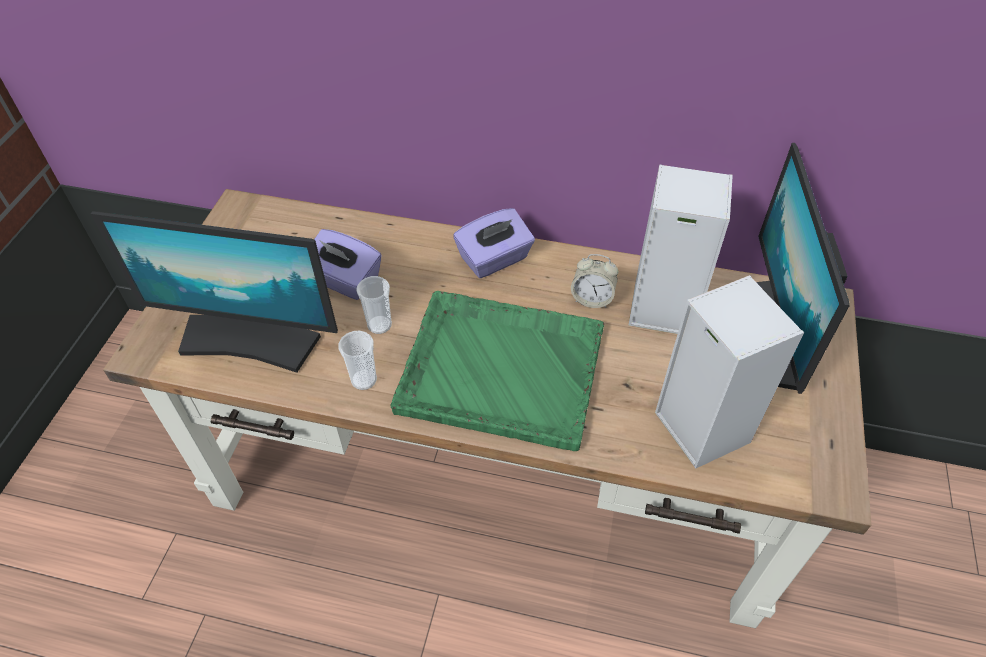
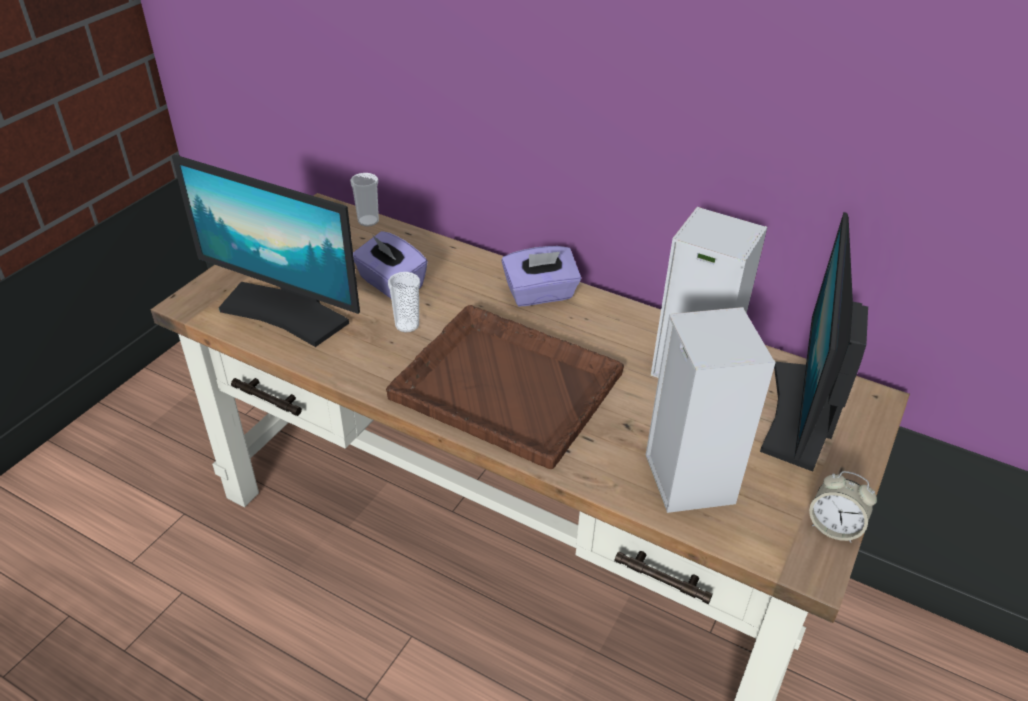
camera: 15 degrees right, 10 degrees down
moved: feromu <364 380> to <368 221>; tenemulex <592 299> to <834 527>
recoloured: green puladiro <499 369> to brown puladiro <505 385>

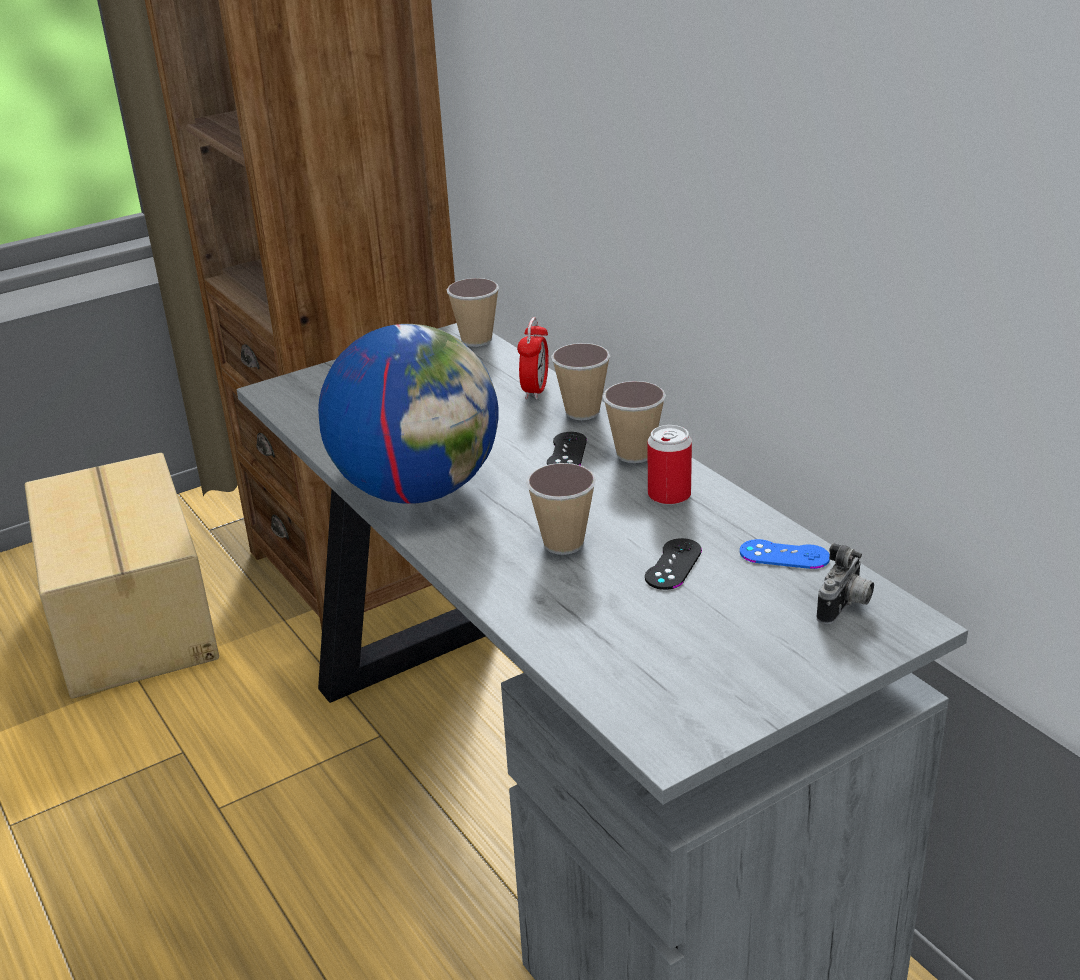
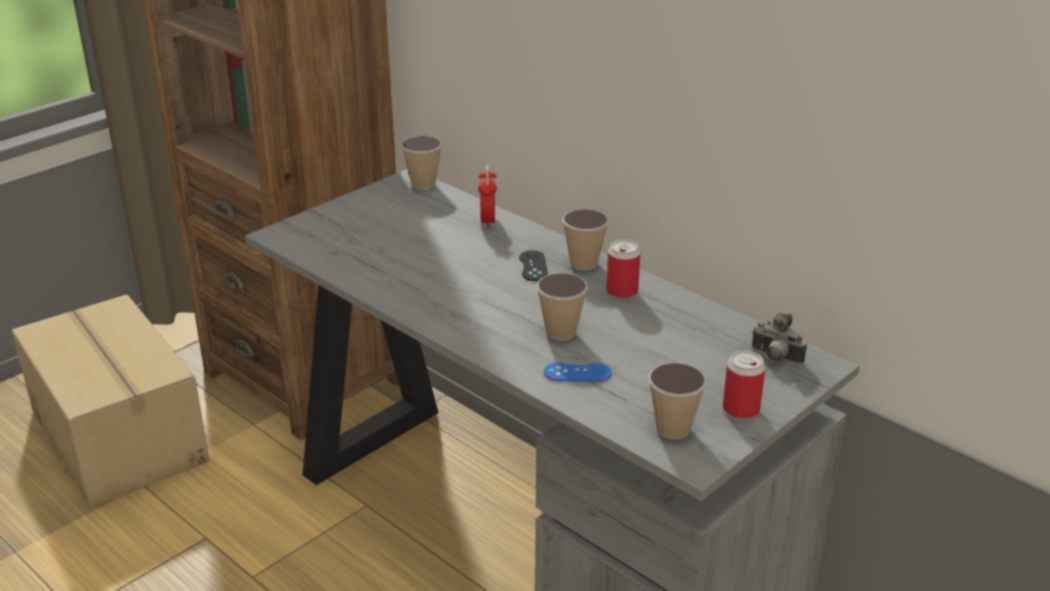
camera: 15 degrees left, 0 degrees up
removed: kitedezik <417 490>; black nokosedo <673 564>
added: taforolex <741 409>
moved: blue nokosedo <784 555> to <577 373>; feromu <582 412> to <673 429>
turned: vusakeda <845 607> = <774 358> 105 degrees clockwise

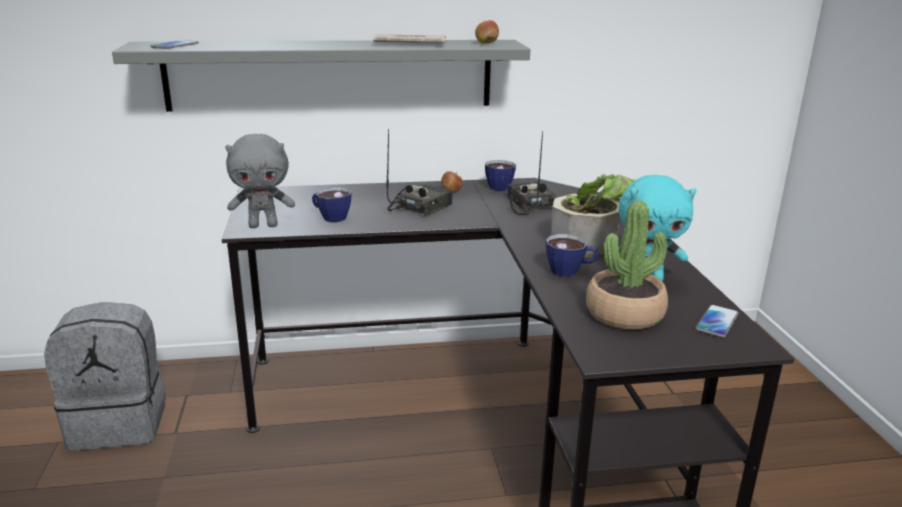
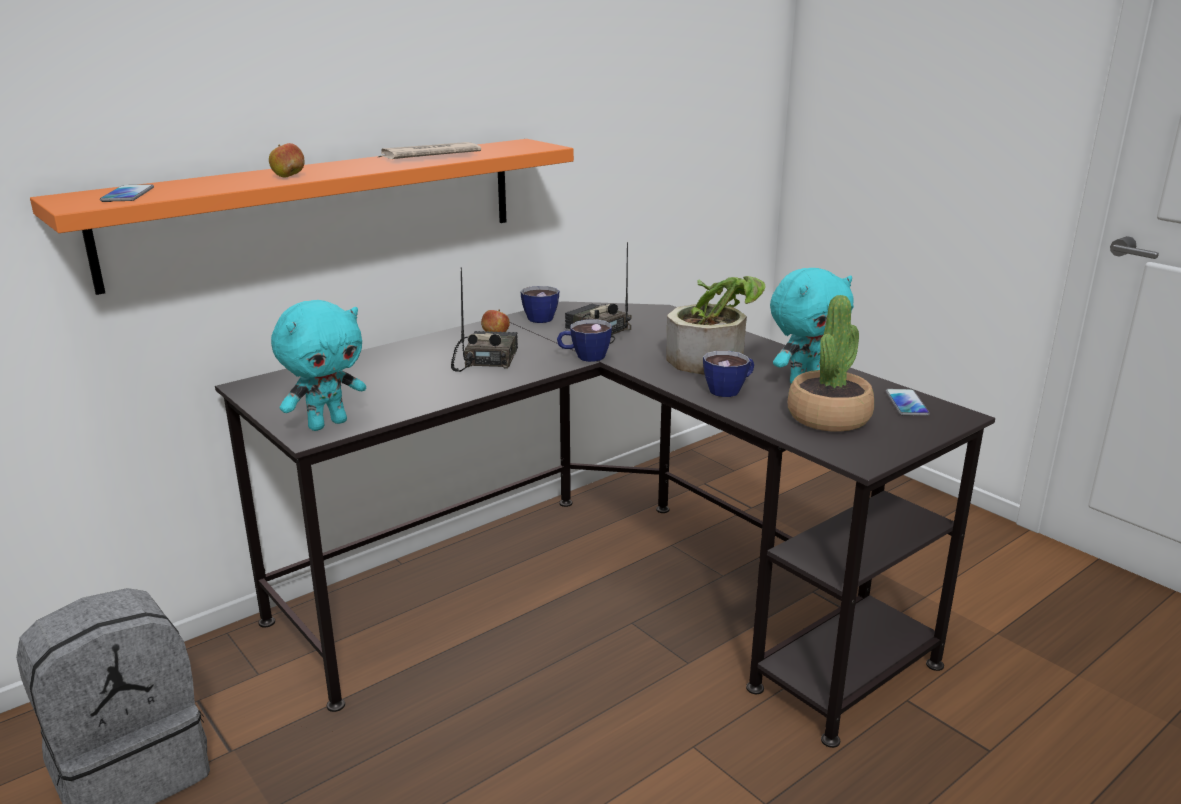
camera: 30 degrees left, 0 degrees up
moved: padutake <486 43> to <288 177>; feromu <330 217> to <584 357>
recoloured: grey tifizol <331 74> to orange tifizol <321 209>; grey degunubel <264 225> to turquoise degunubel <327 424>

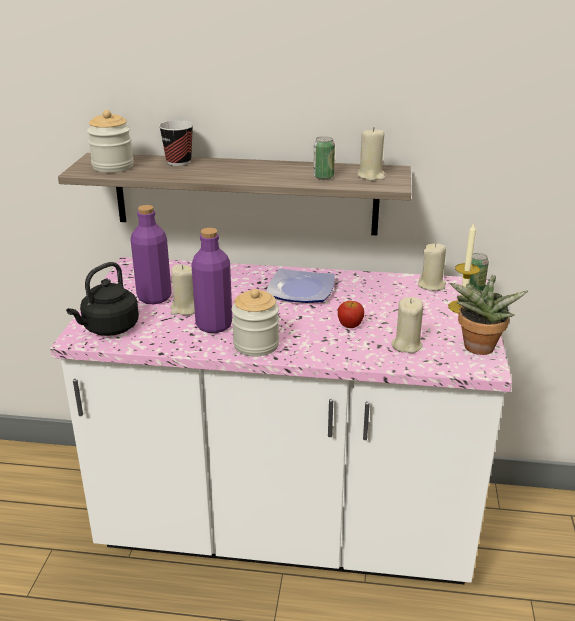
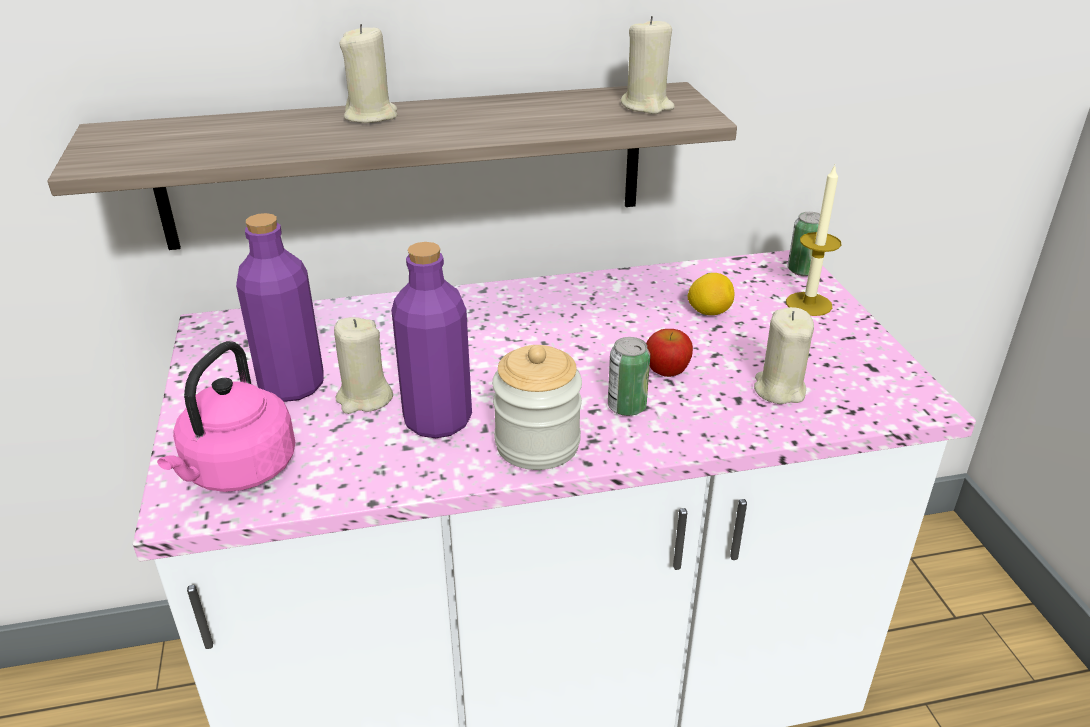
camera: 20 degrees left, 5 degrees up
removed: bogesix <113 166>; feromu <178 162>; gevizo <302 290>; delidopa <478 349>
added: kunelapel <709 312>
moved: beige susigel <431 285> to <371 115>; taforolex <323 177> to <626 407>
recoloured: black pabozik <108 328> to pink pabozik <237 471>

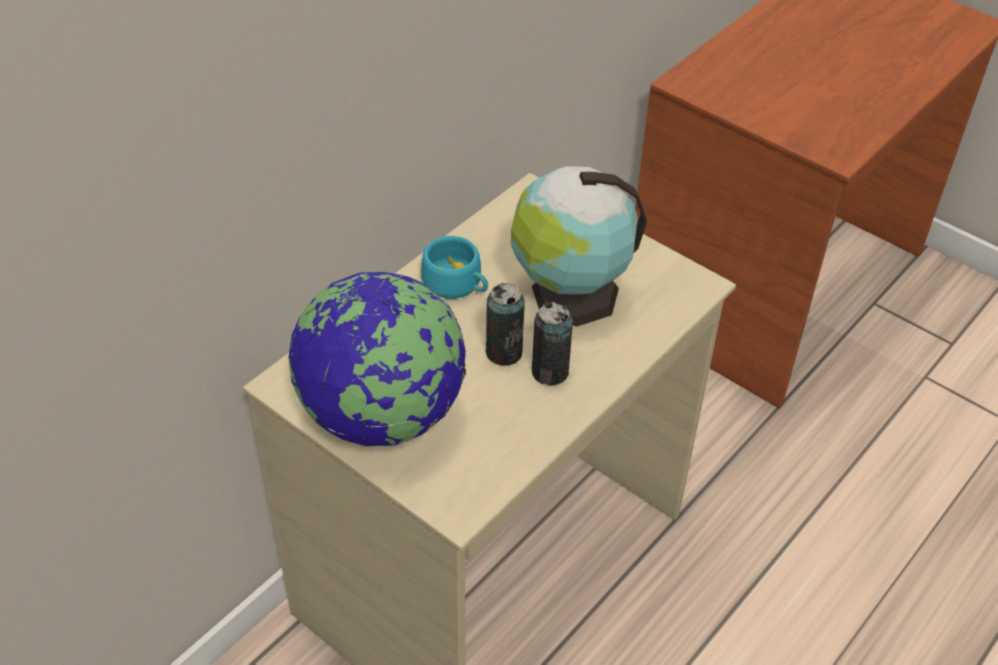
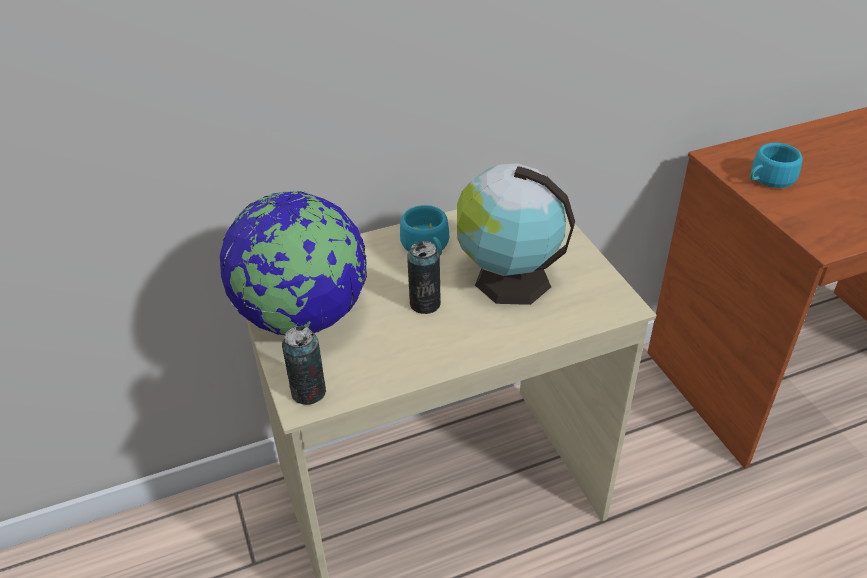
camera: 30 degrees right, 5 degrees down
added: turquoise feromu <768 179>
moved: taforolex <550 372> to <308 392>

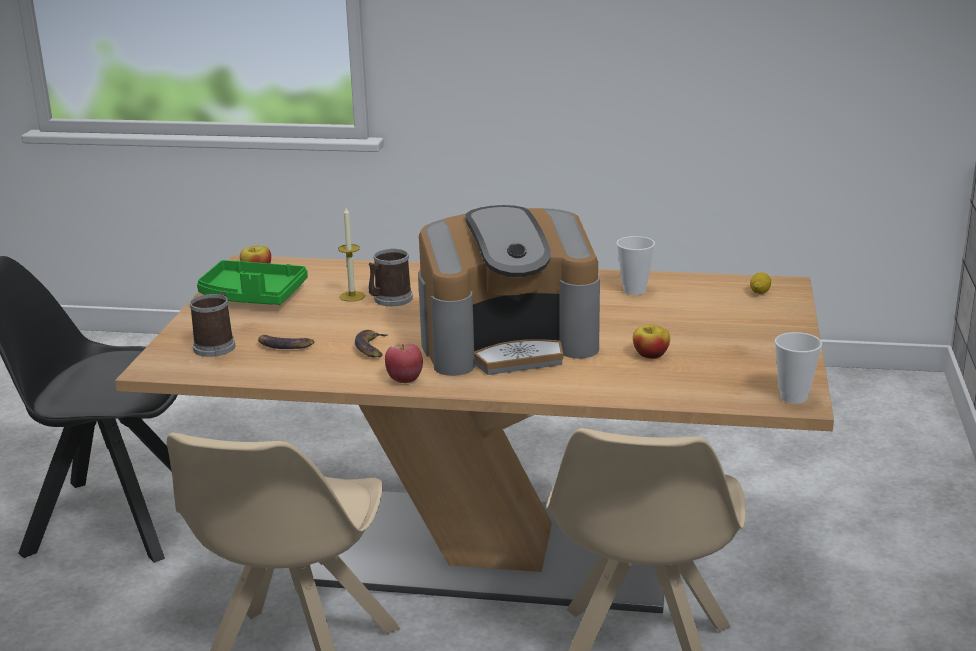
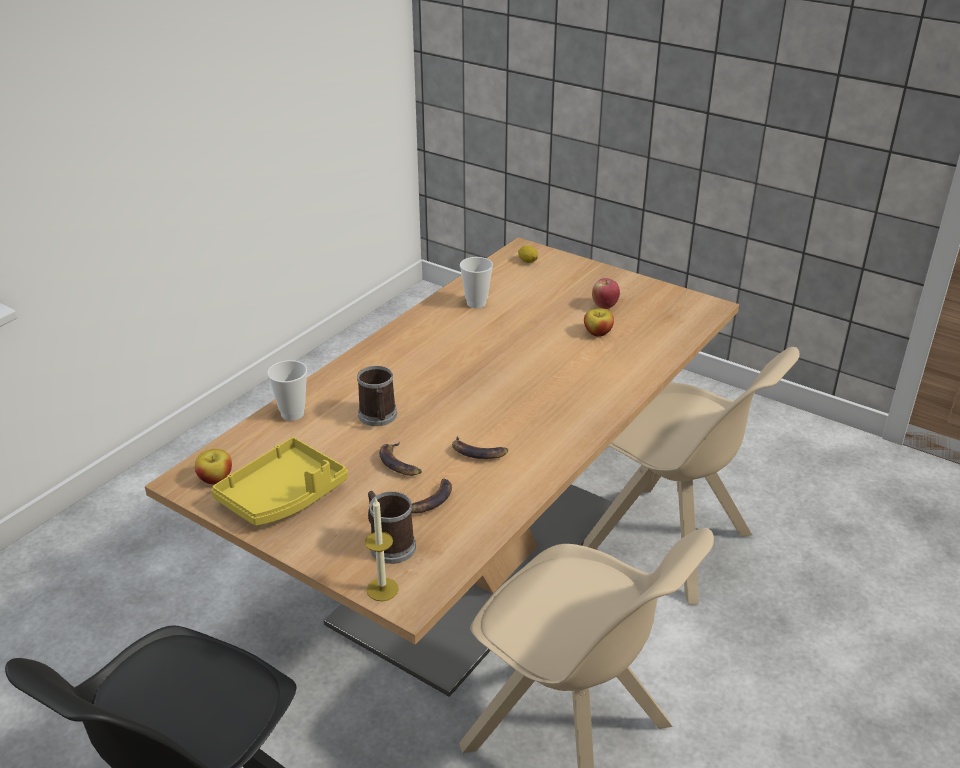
camera: 65 degrees left, 10 degrees up
removed: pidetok <508 343>
added: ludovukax <399 463>
moved: feromu <793 397> to <292 414>; susigel <352 296> to <382 589>; padutake <405 380> to <604 306>
recoloured: green puladiro <252 296> to yellow puladiro <283 496>

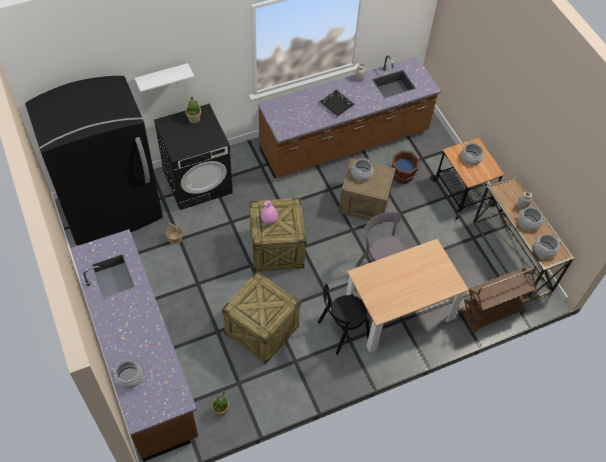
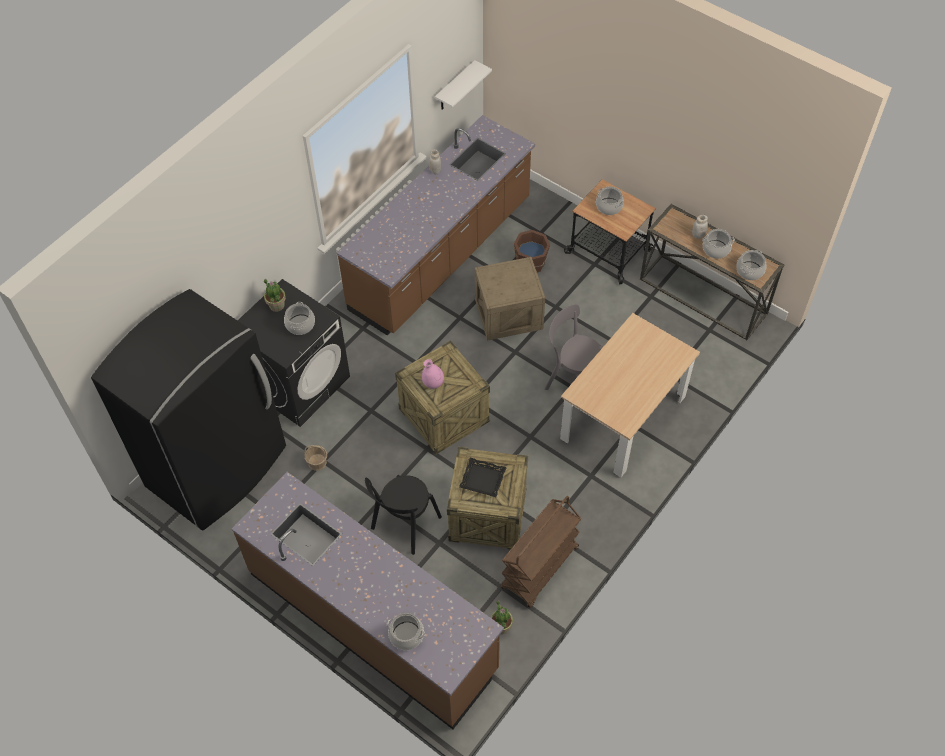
camera: 25 degrees left, 0 degrees up
moved: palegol <361 174> to <300 324>; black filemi <341 331> to <404 525>; white tifizol <162 77> to <455 87>; black puladiro <336 105> to <482 480>; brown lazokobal <490 313> to <540 568>

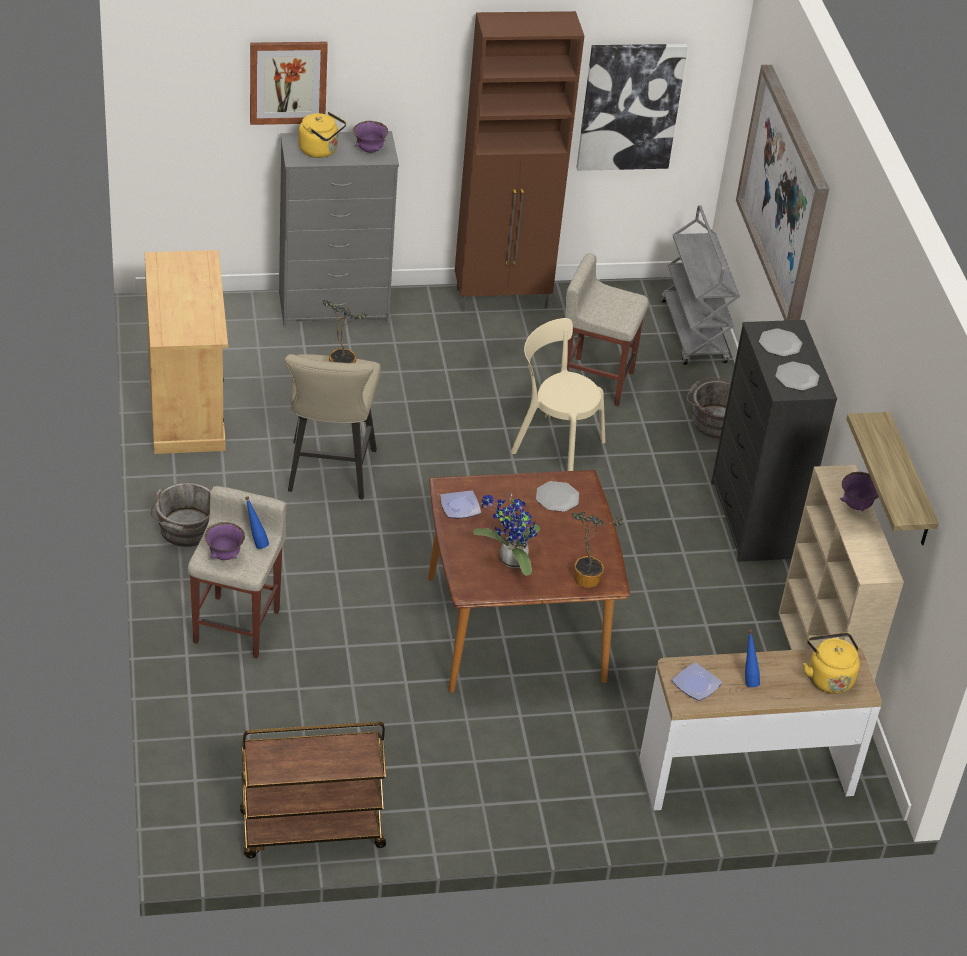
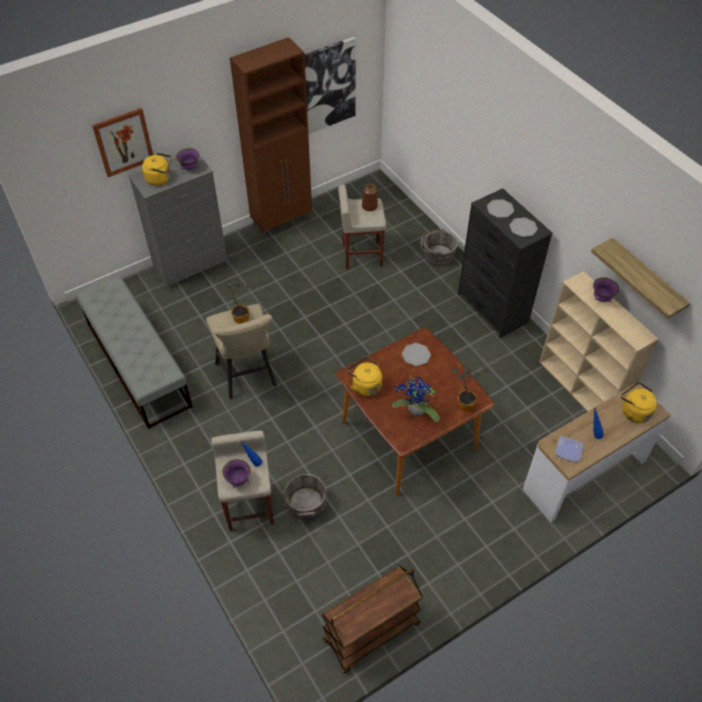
camera: 20 degrees left, 10 degrees up
removed: beige filemi <554 445>; grey lazokobal <694 332>; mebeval <785 194>
added: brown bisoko <369 206>
moved: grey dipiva <185 530> to <306 505>
replaced: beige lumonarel <186 404> to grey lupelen <138 364>; gevizo <460 506> to yellow pabozik <365 385>

